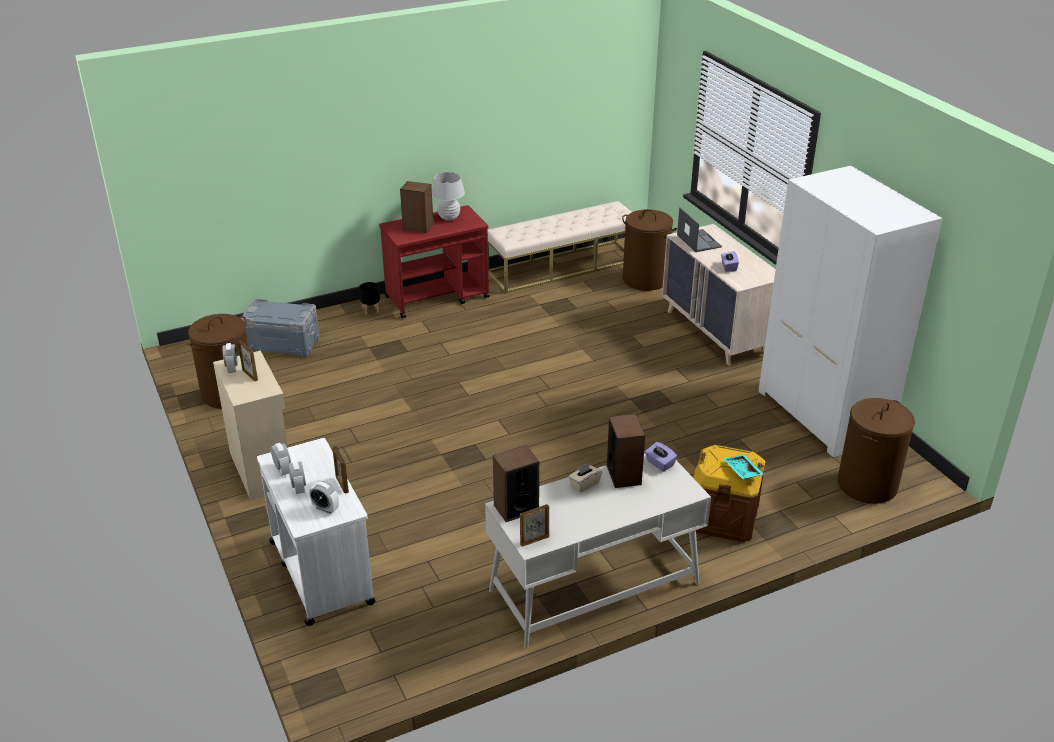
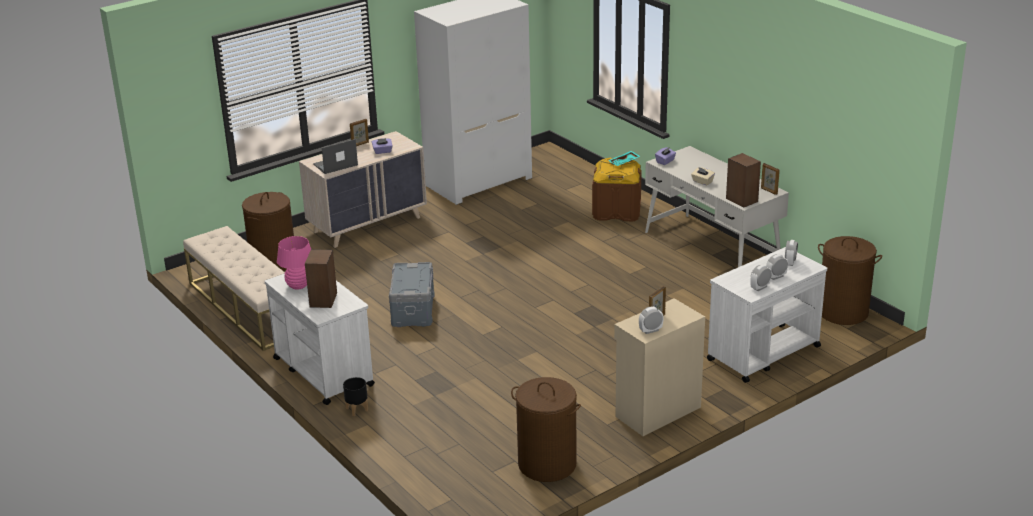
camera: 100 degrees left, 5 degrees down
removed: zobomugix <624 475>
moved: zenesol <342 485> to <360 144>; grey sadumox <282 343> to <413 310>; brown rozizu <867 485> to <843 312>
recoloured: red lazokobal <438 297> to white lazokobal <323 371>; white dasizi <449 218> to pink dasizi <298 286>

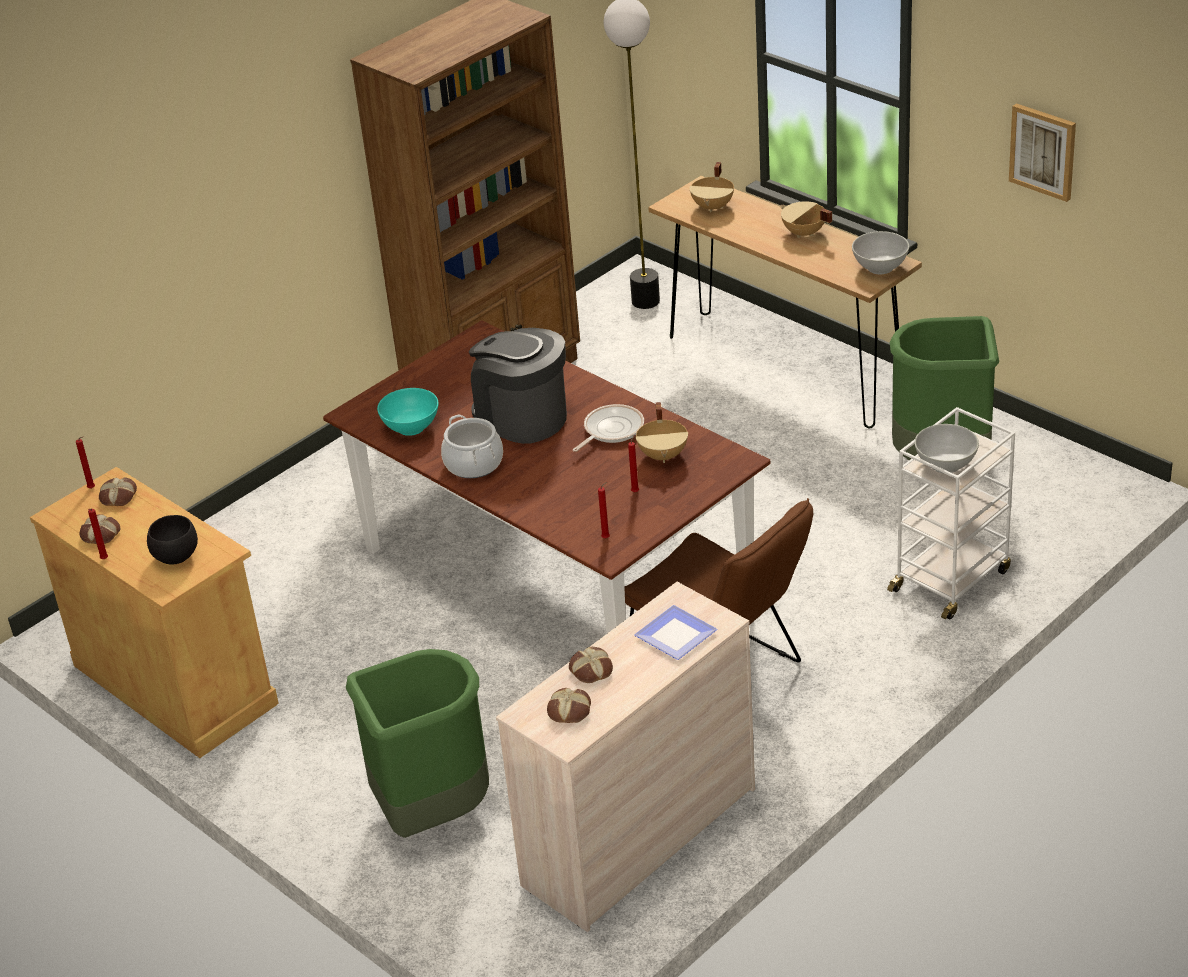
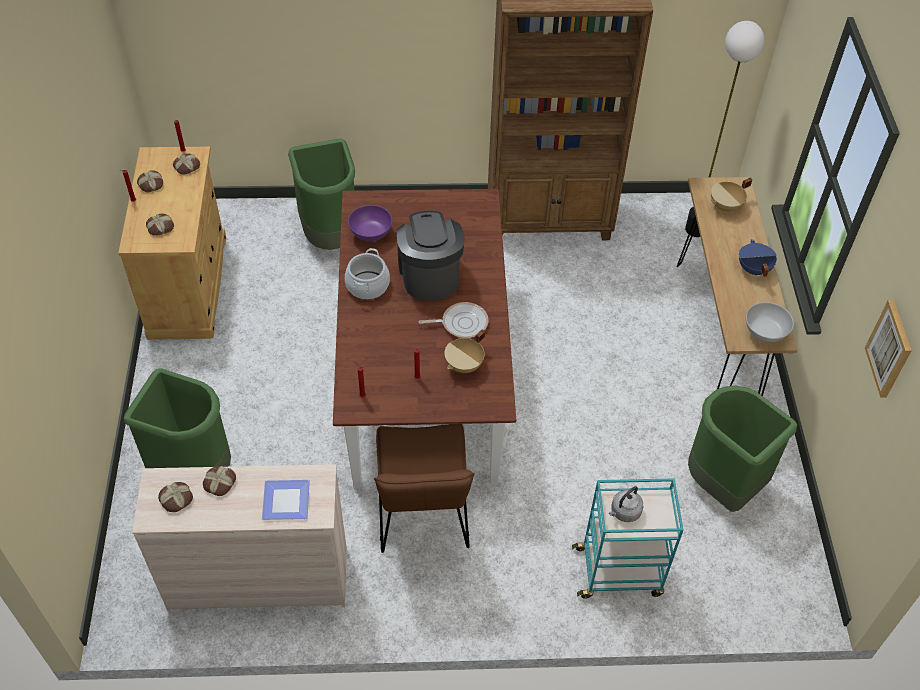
camera: 40 degrees right, 15 degrees up
added: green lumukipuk <331 236>
replaced: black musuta <175 557> to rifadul <160 227>; white musuta <946 465> to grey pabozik <624 512>
recoloured: turquoise musuta <411 427> to purple musuta <370 234>; white lazokobal <951 579> to turquoise lazokobal <619 571>; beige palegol <803 233> to blue palegol <753 269>

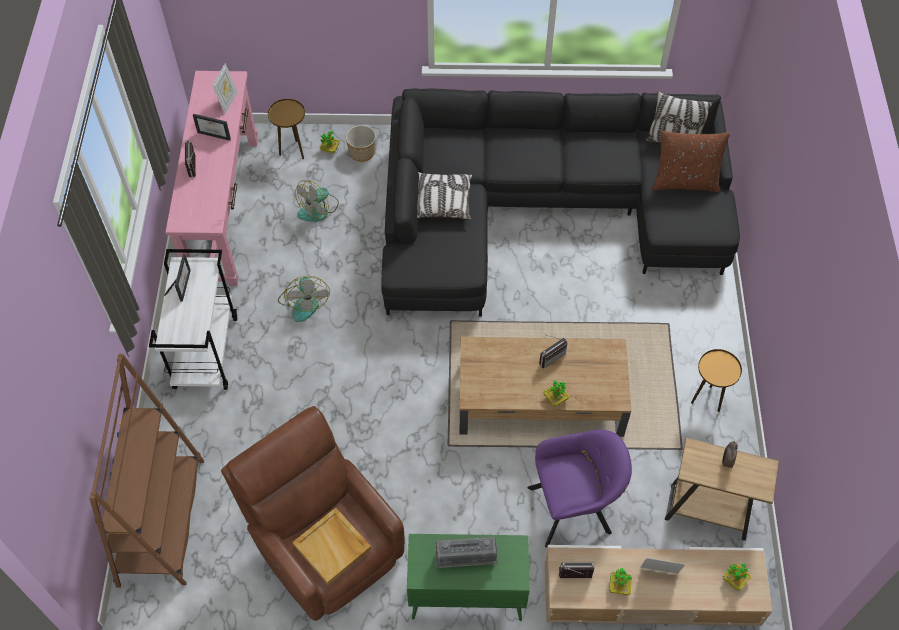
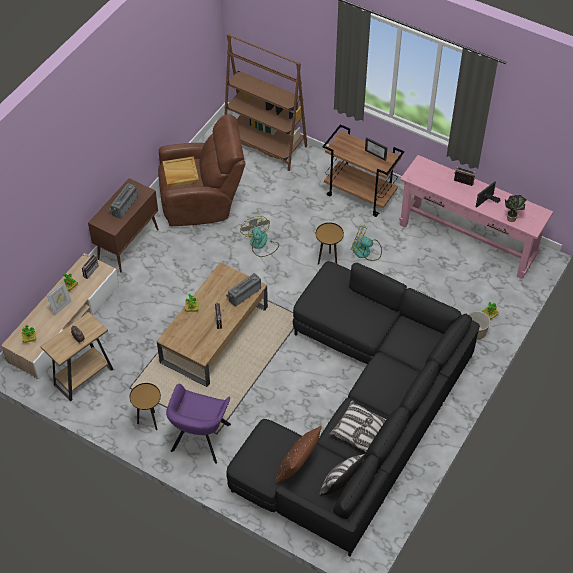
camera: 120 degrees right, 5 degrees down
added: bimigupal <243 293>
moved: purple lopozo <574 508> to <199 440>; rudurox <318 209> to <260 244>; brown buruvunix <293 151> to <328 261>; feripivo <442 202> to <360 432>
replaced: zenesol <228 102> to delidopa <512 217>
recoloured: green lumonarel <465 596> to brown lumonarel <128 244>; white lazokobal <205 351> to brown lazokobal <360 195>

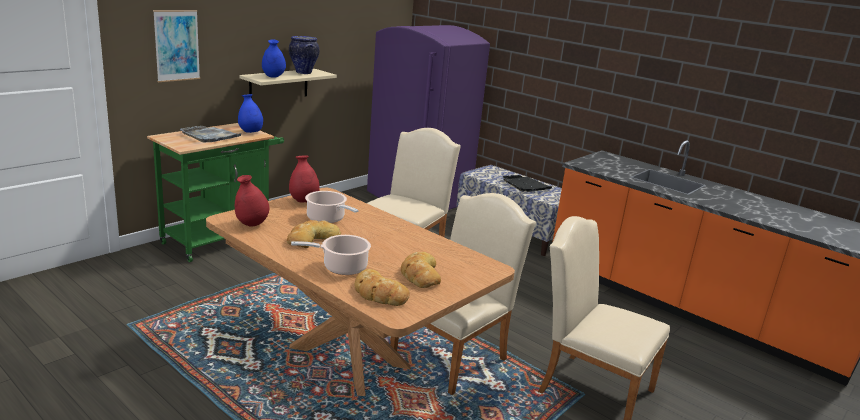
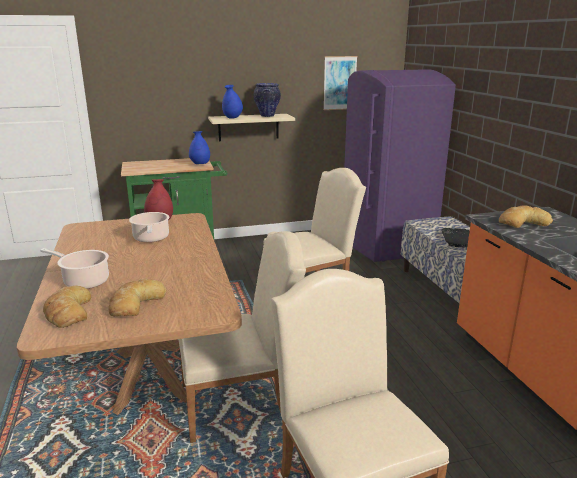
camera: 35 degrees right, 0 degrees up
removed: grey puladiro <210 136>; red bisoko <252 224>
moved: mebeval <177 45> to <339 83>; rifadul <312 239> to <522 222>

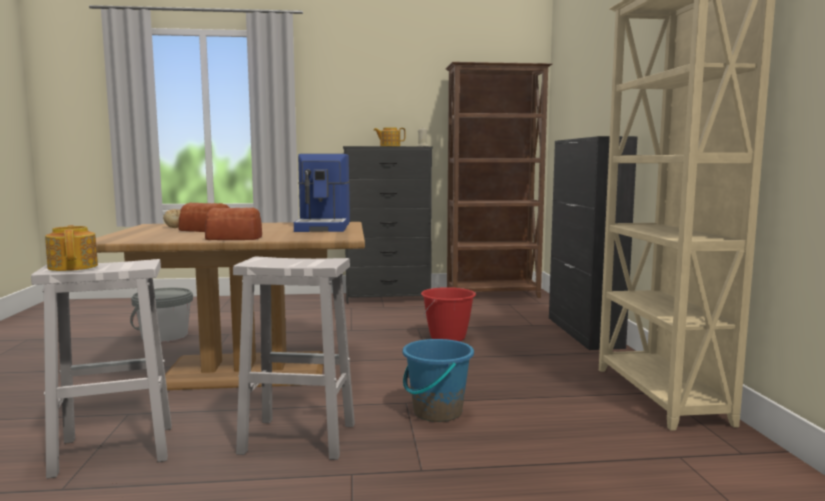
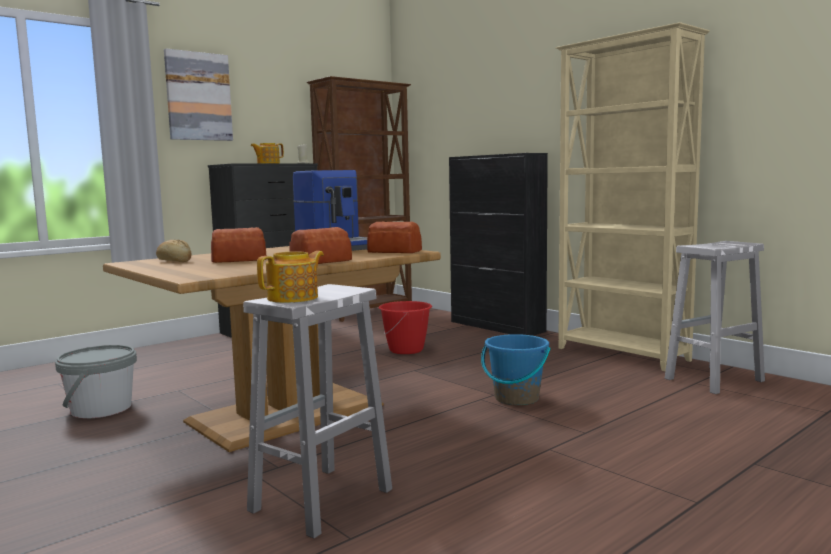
camera: 35 degrees left, 0 degrees up
added: mebeval <198 96>; rifadul <395 251>
moved: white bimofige <296 438> to <713 380>
turned: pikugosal <74 267> = <294 298> 105 degrees clockwise

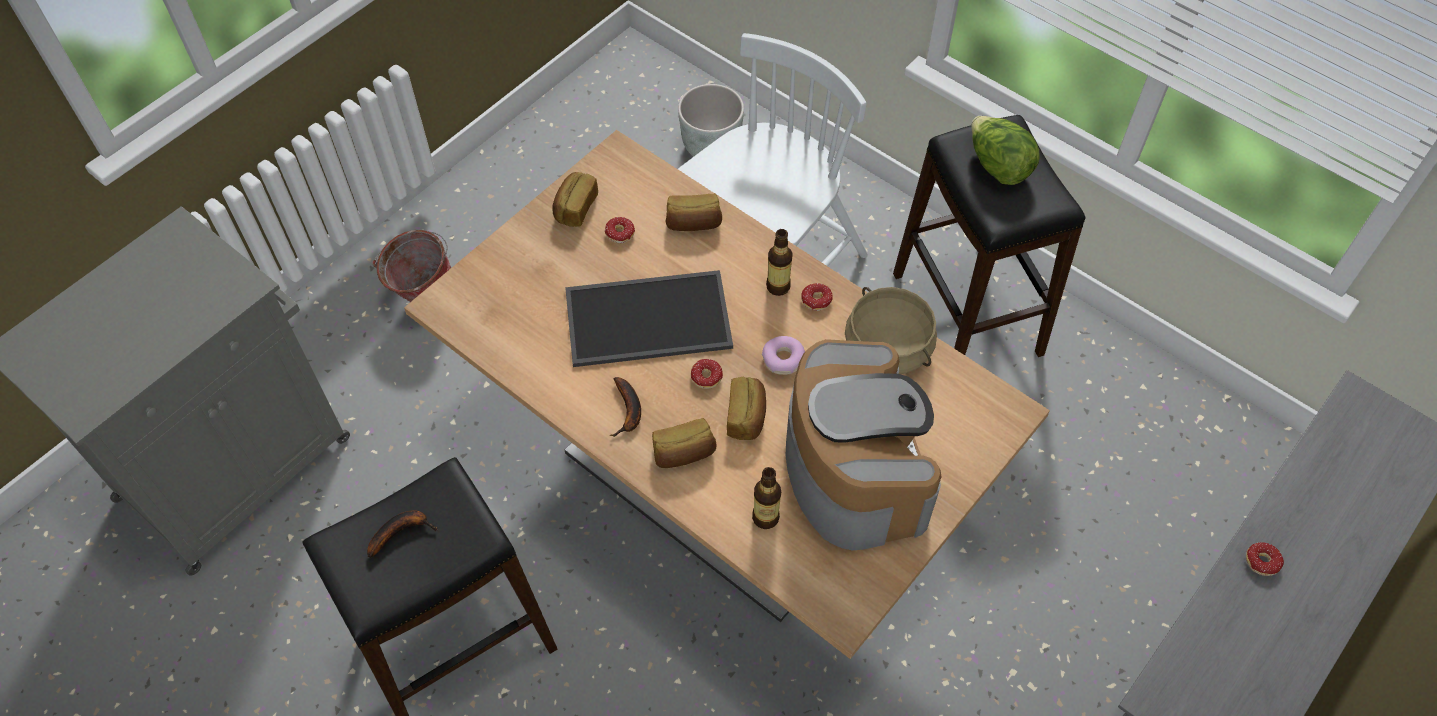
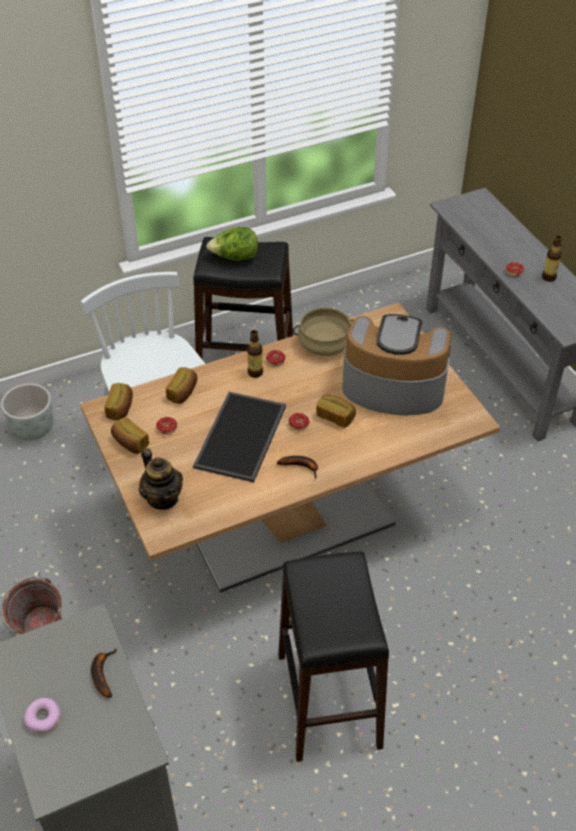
camera: 65 degrees left, 10 degrees down
added: pikugosal <163 498>
moved: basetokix <783 359> to <44 718>; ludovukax <401 531> to <102 674>; rifadul <684 454> to <121 408>; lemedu <765 518> to <548 277>

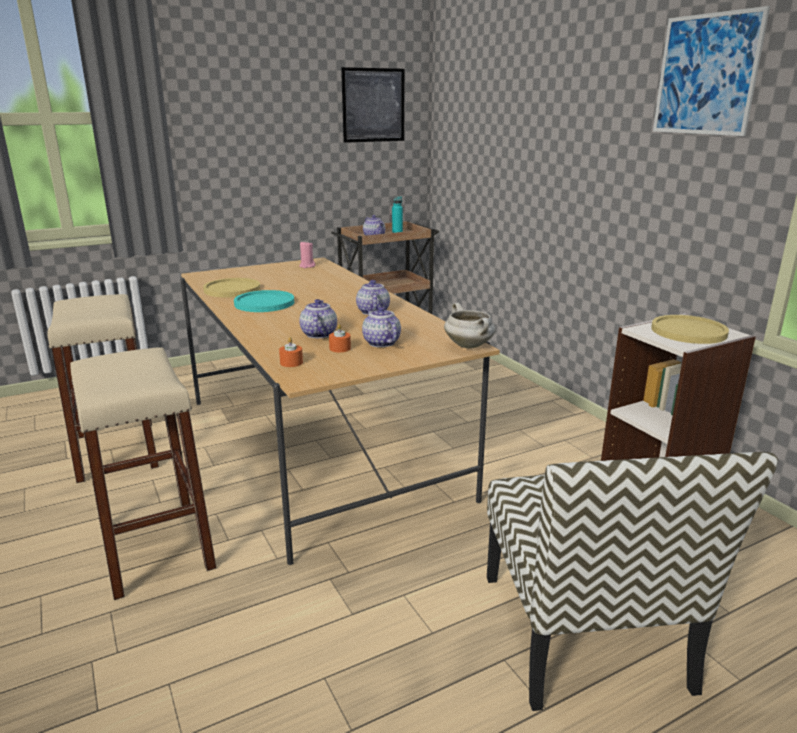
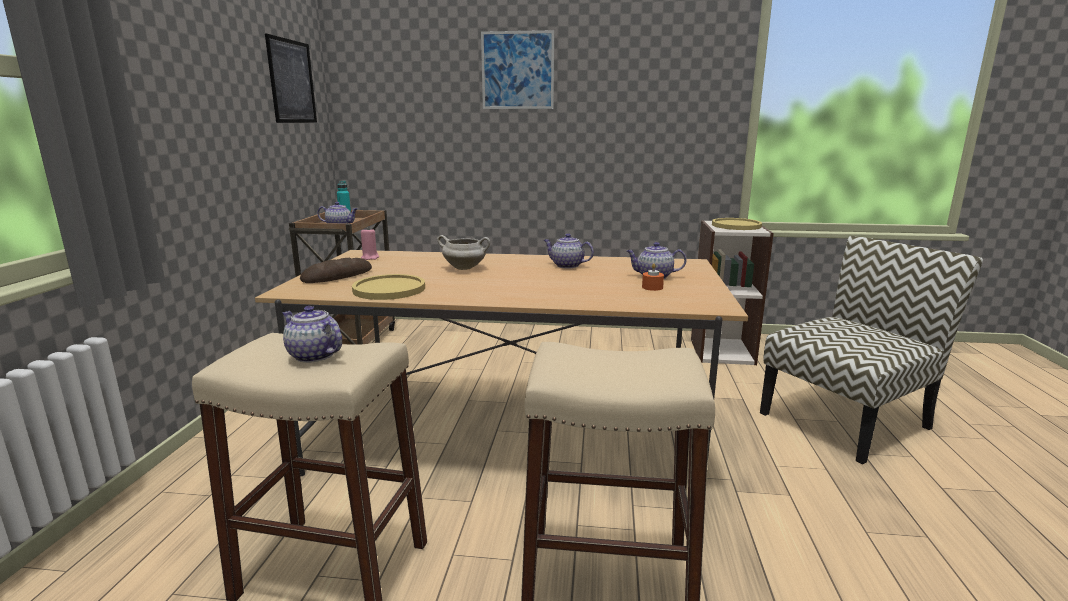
camera: 55 degrees left, 5 degrees down
removed: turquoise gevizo <264 303>; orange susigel <291 362>
added: rifadul <337 276>
moved: pikugosal <318 334> to <313 355>; white palegol <470 346> to <465 268>; mebeval <706 75> to <517 70>
turned: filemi <584 633> = <845 419> 60 degrees counterclockwise

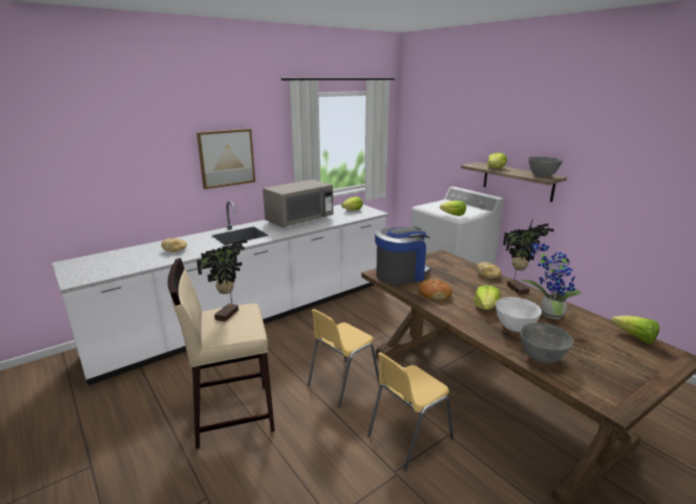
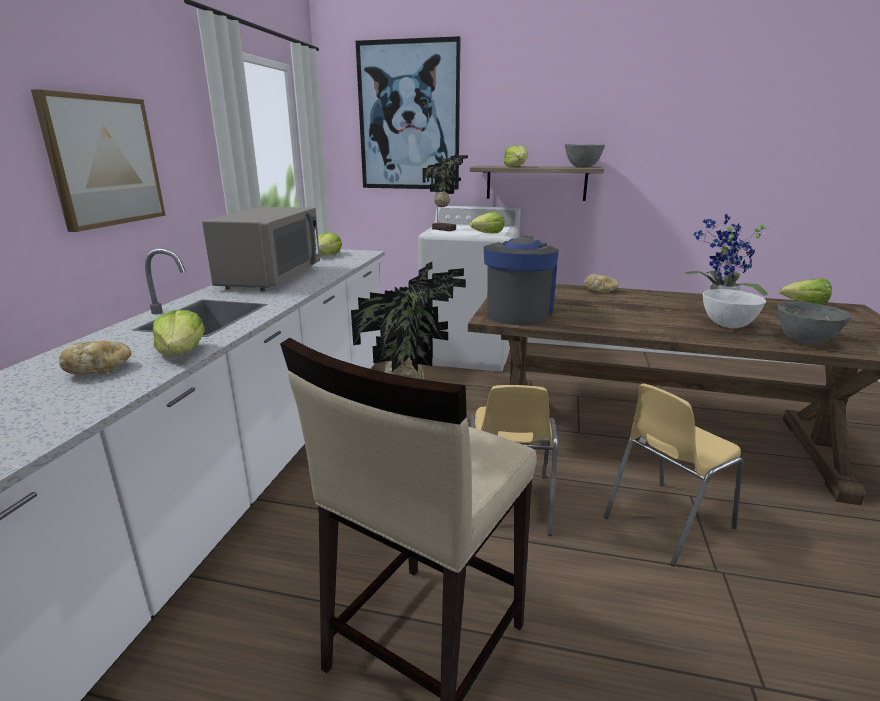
camera: 40 degrees left, 0 degrees up
removed: rifadul <434 294>
added: mebeval <409 117>
moved: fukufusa <486 307> to <182 352>; delidopa <518 289> to <444 229>
turned: yellow filemi <408 437> = <666 522> 45 degrees clockwise

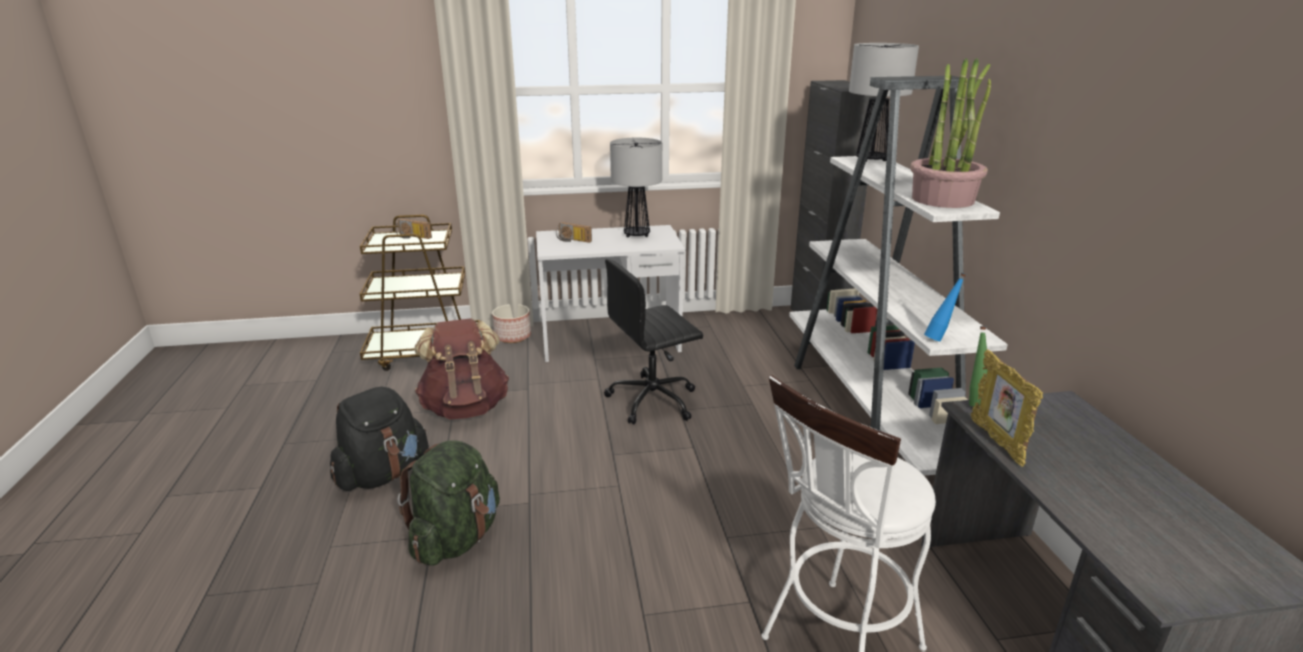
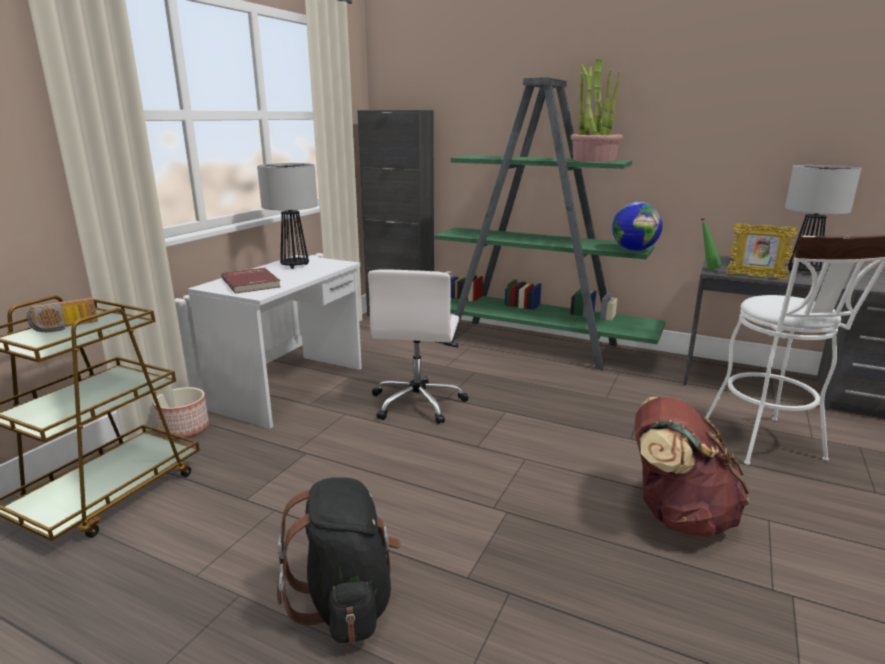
camera: 55 degrees left, 5 degrees down
removed: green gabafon <456 538>
moved: brown gabafon <466 407> to <677 514>; dasizi <871 160> to <803 271>
replaced: bimigupal <572 240> to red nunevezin <252 283>; blue lemedu <939 338> to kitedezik <634 250>
recoloured: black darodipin <654 400> to white darodipin <418 403>; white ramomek <873 412> to green ramomek <534 344>

